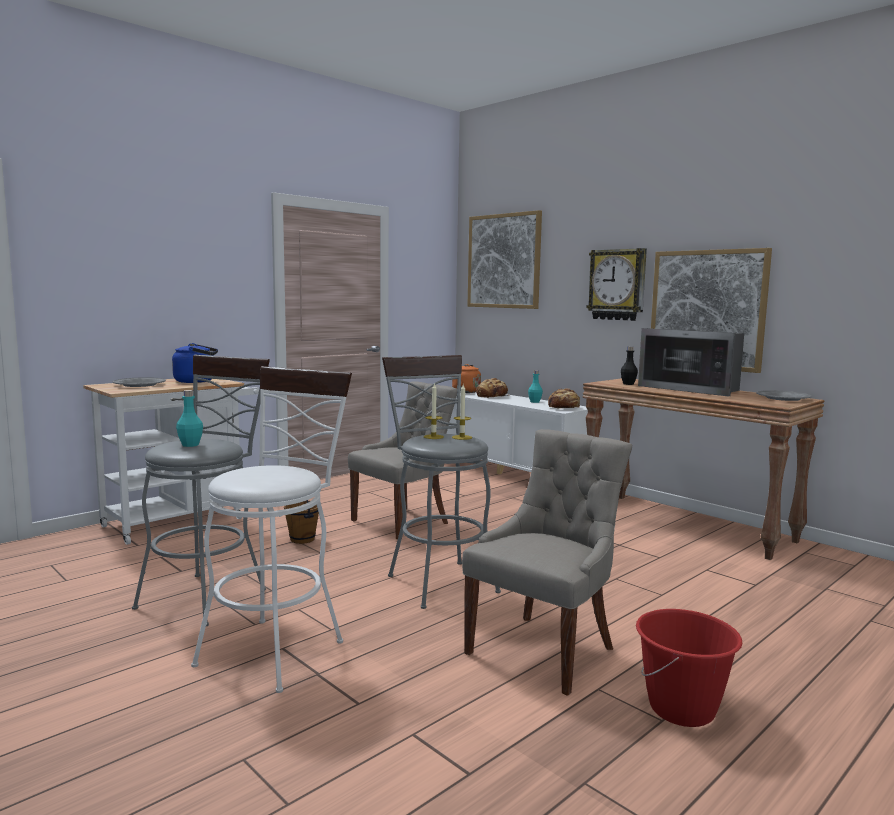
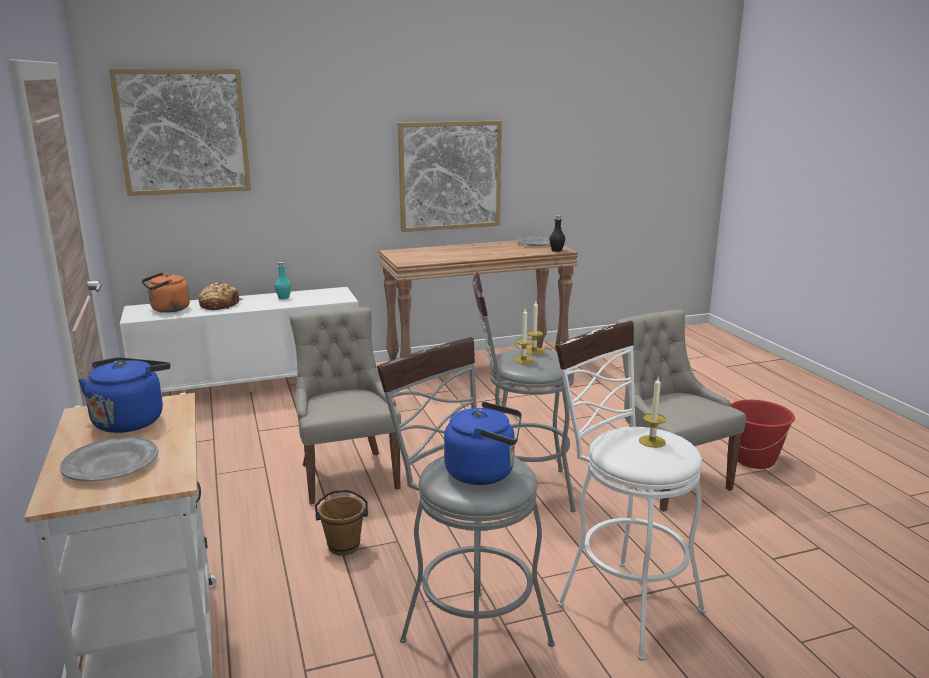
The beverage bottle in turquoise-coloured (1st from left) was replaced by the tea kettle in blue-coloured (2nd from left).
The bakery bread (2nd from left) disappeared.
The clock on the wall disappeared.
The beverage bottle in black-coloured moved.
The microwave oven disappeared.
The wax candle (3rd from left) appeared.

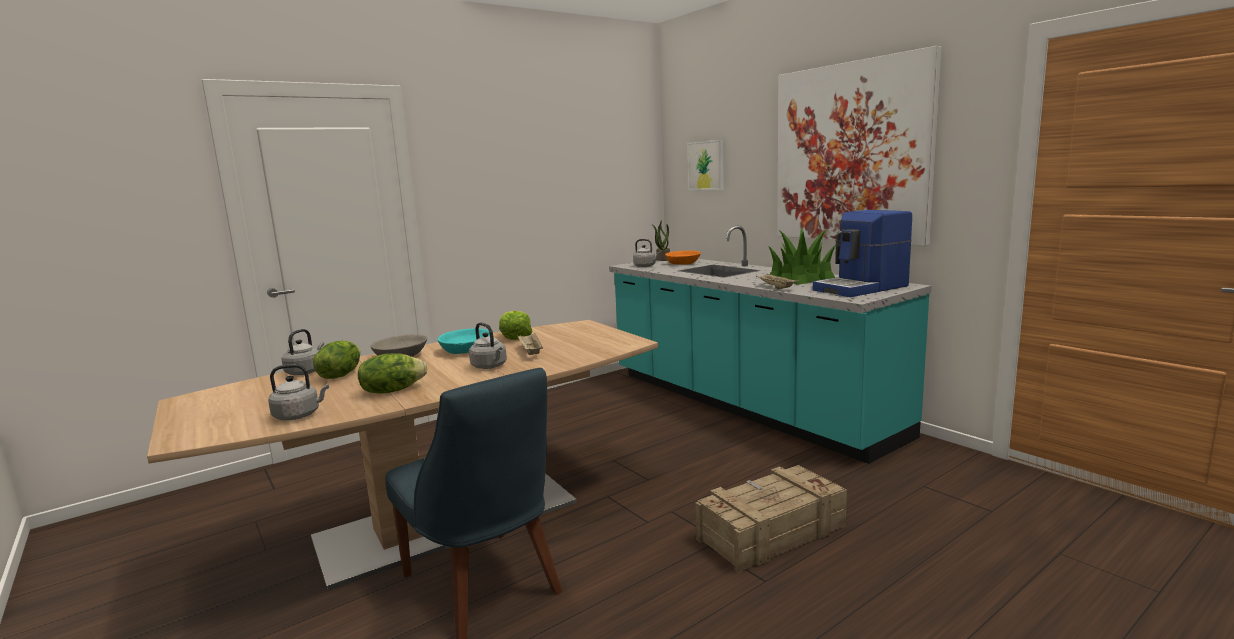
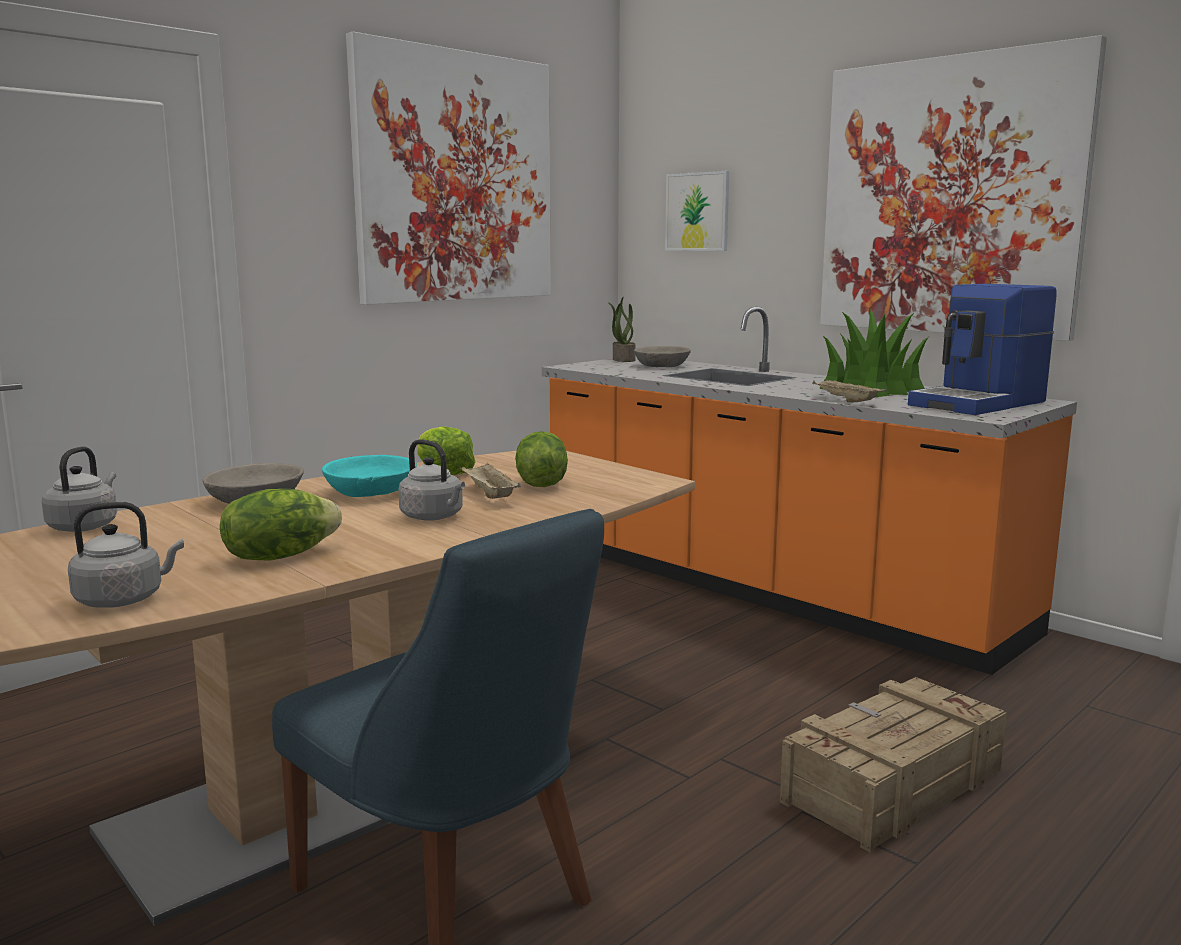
The head of lettuce (1st from left in the first image) moved.
The kitchen counter in turquoise-coloured became the kitchen counter in orange.
The tea kettle in grey (4th from left) disappeared.
The deep dish in orange became the deep dish in grey (2nd from left).
The picture (1st from left) appeared.

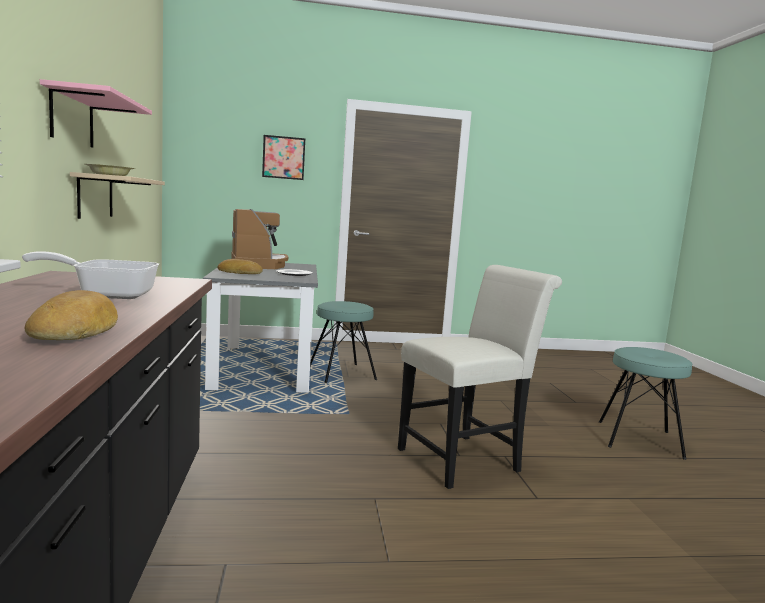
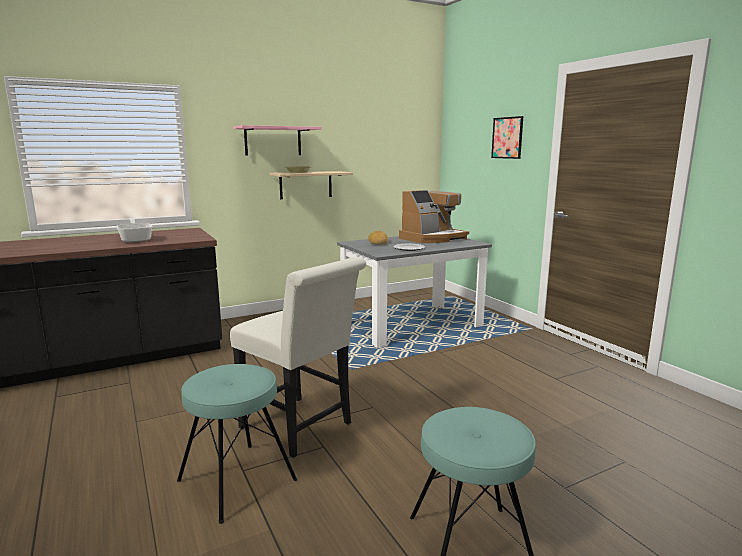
The bakery bread (1st from left) disappeared.
The stool in turquoise-coloured (1st from left) moved.

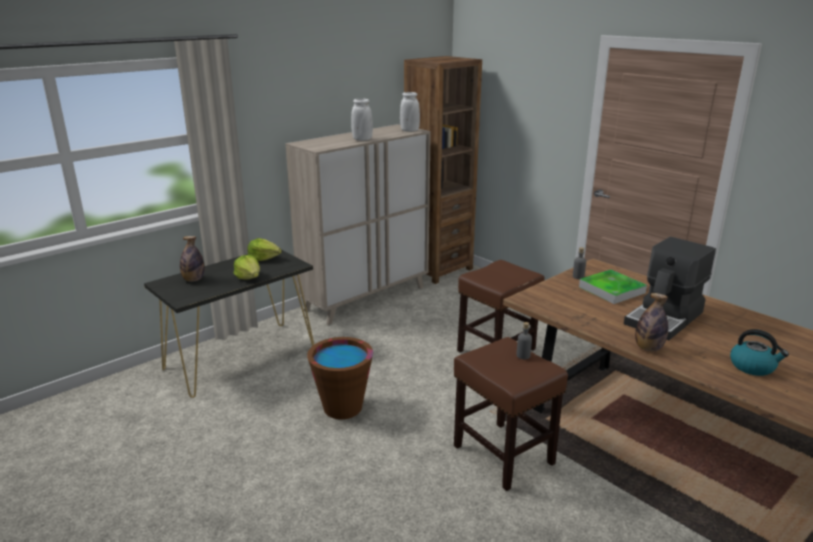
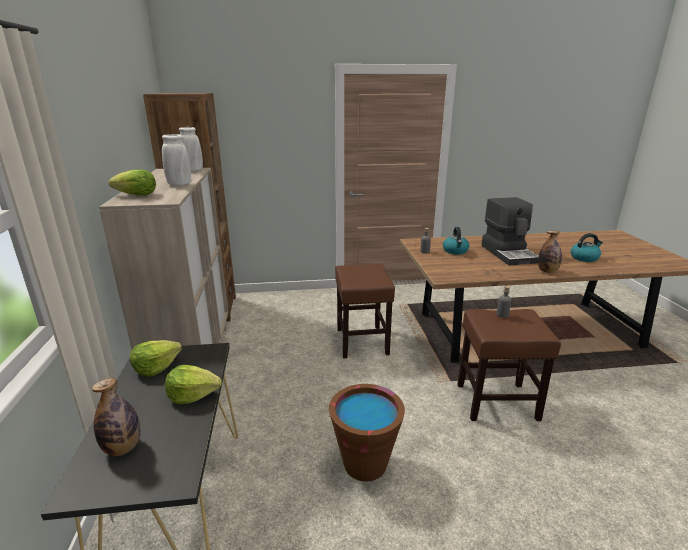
The serving tray was replaced by the tea kettle (1st from left).
The head of lettuce (1st from left) appeared.

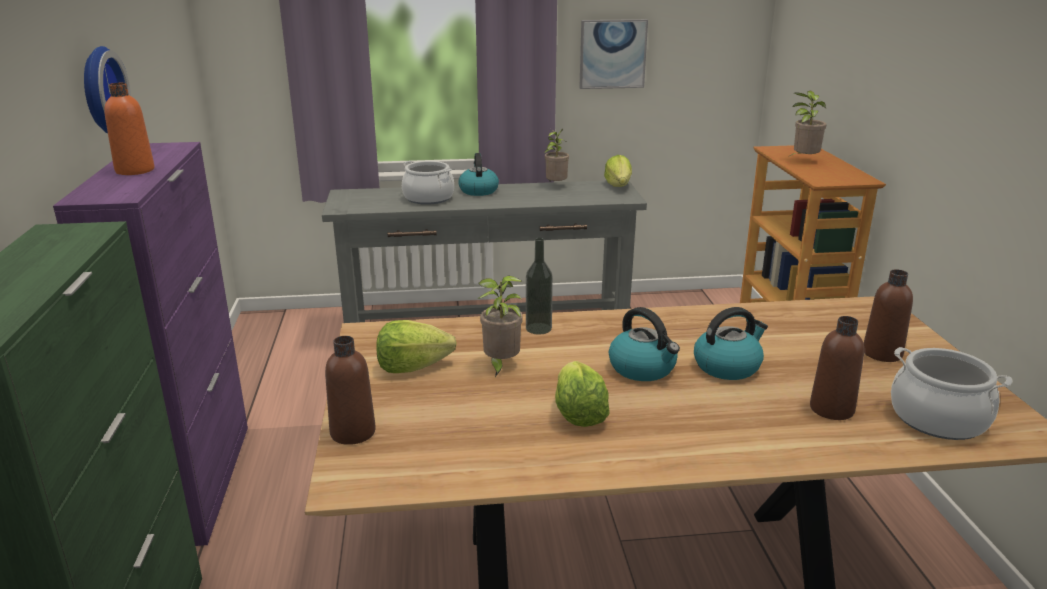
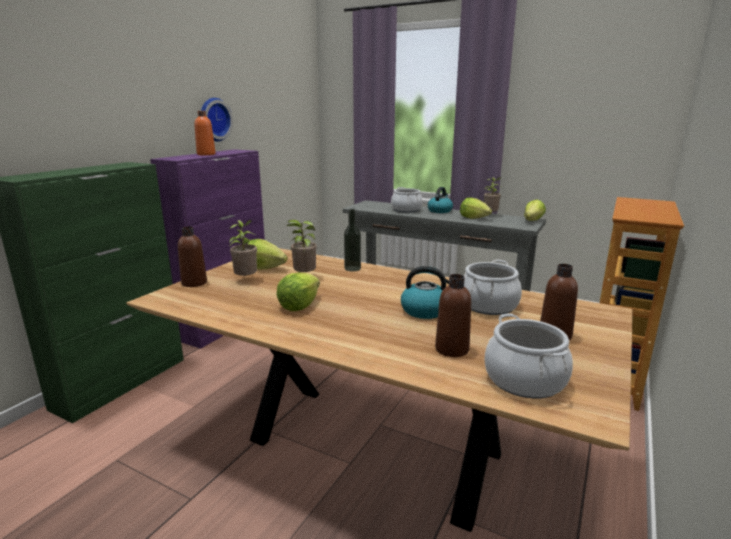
The picture disappeared.
The tea kettle (2nd from left) disappeared.
The houseplant (3rd from left in the first image) moved.
The head of lettuce (3rd from left) appeared.
The saucepot (2nd from left) appeared.

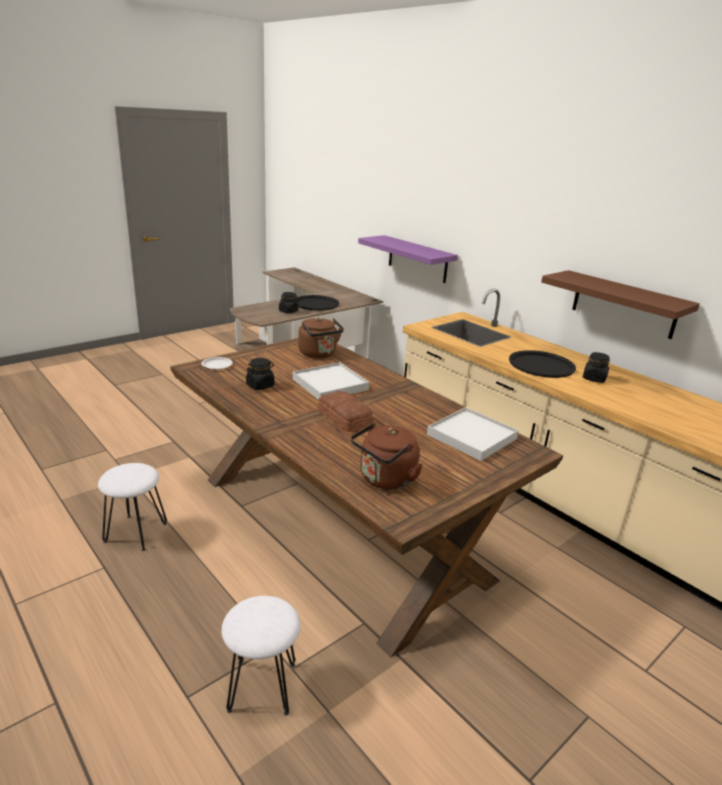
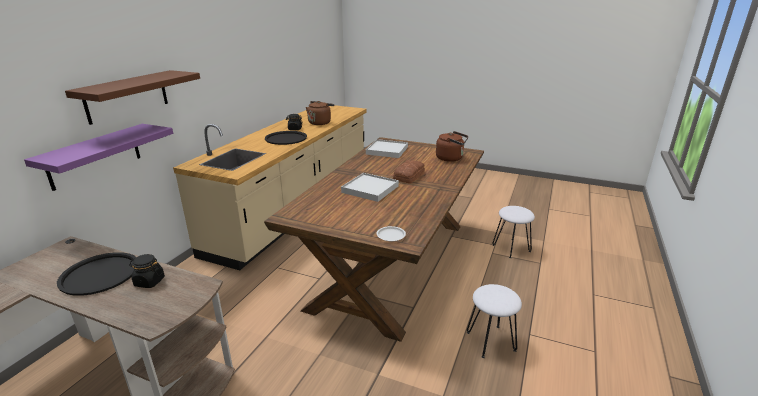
The preserve jar in black-coloured (1st from left) disappeared.
The tea kettle in brownish (1st from left) moved.
The bracket shelf in brownish moved.

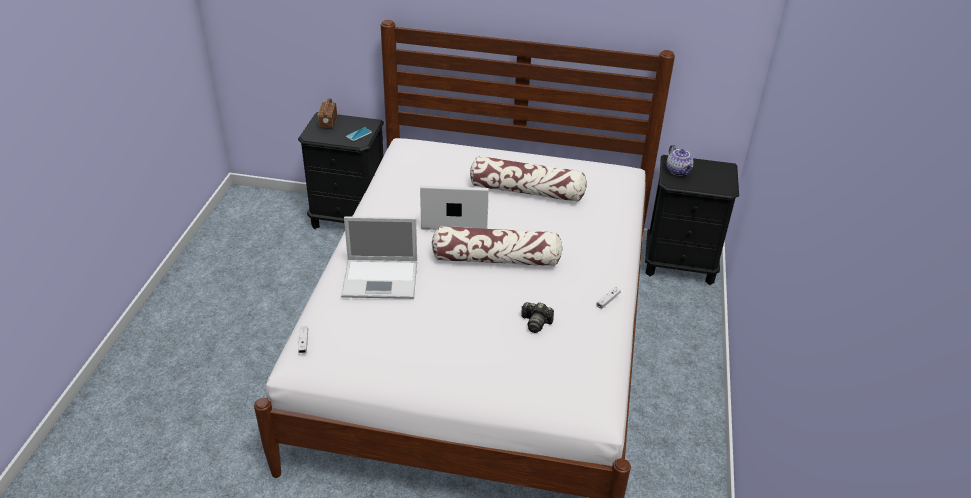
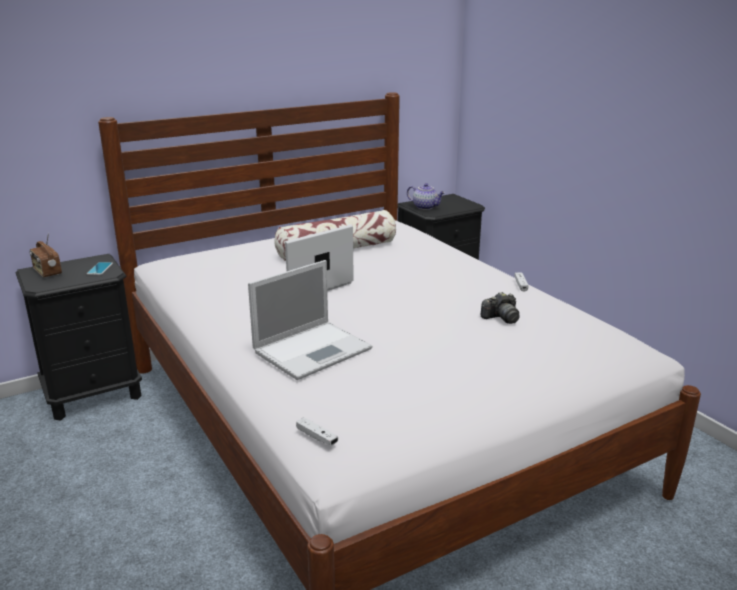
The pillow (1st from left) disappeared.

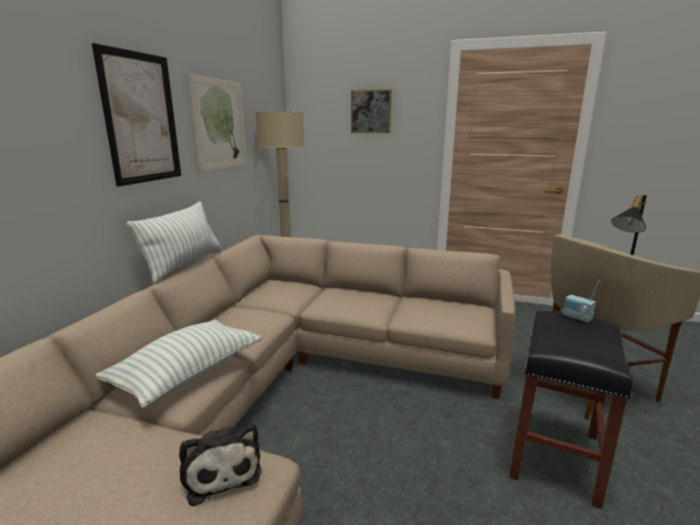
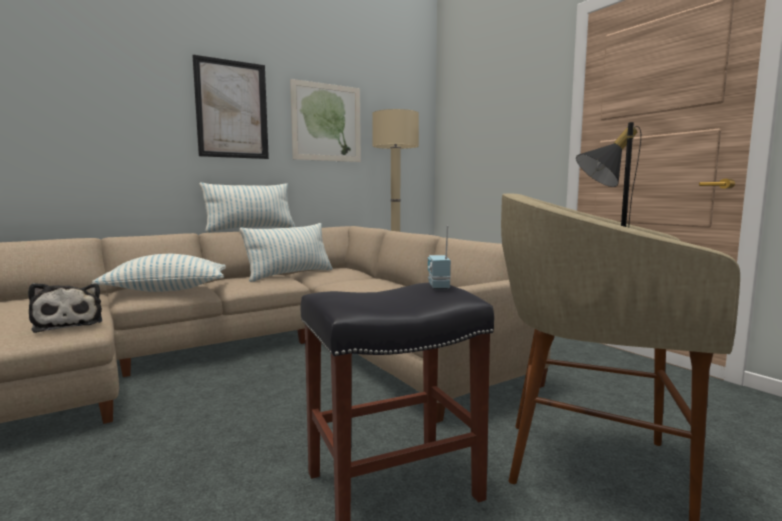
The soft toy turned 45 degrees counterclockwise.
The picture (3rd from left) disappeared.
The pillow (3rd from left) appeared.

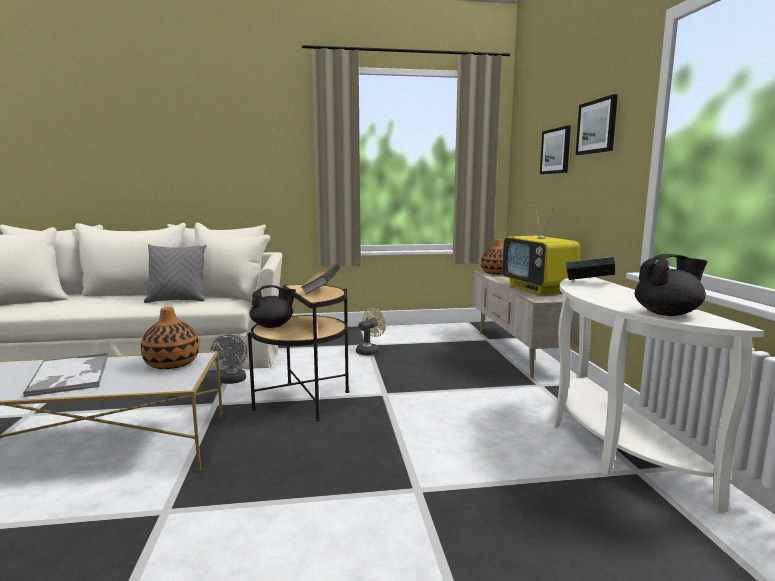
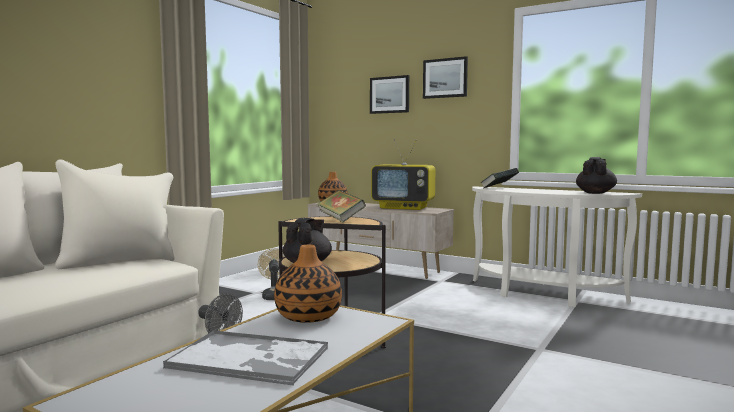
The pillow in grey disappeared.

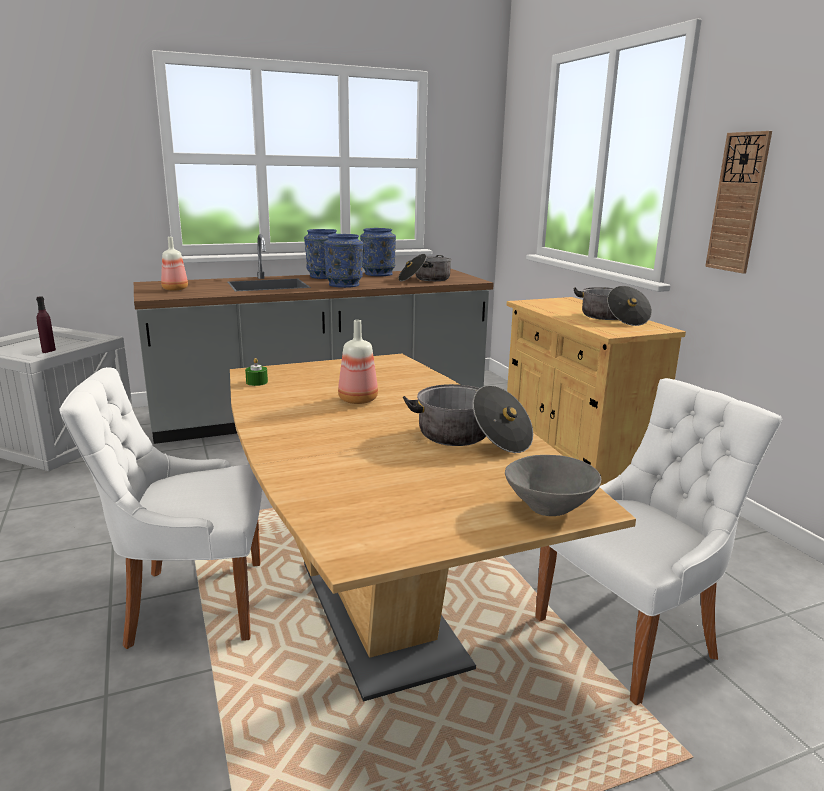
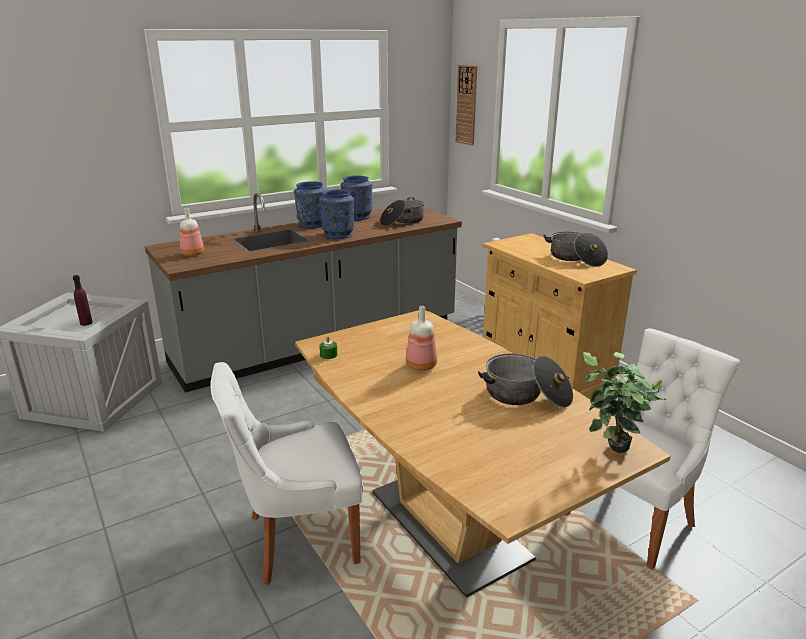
The deep dish in grey was replaced by the houseplant.
The clock on the wall moved.

